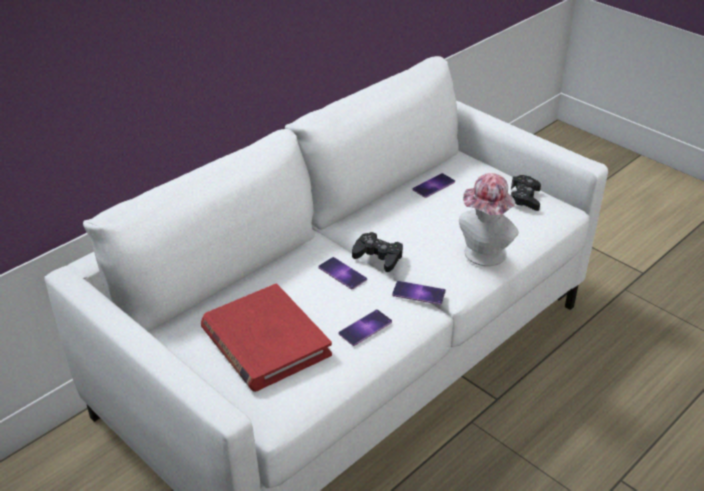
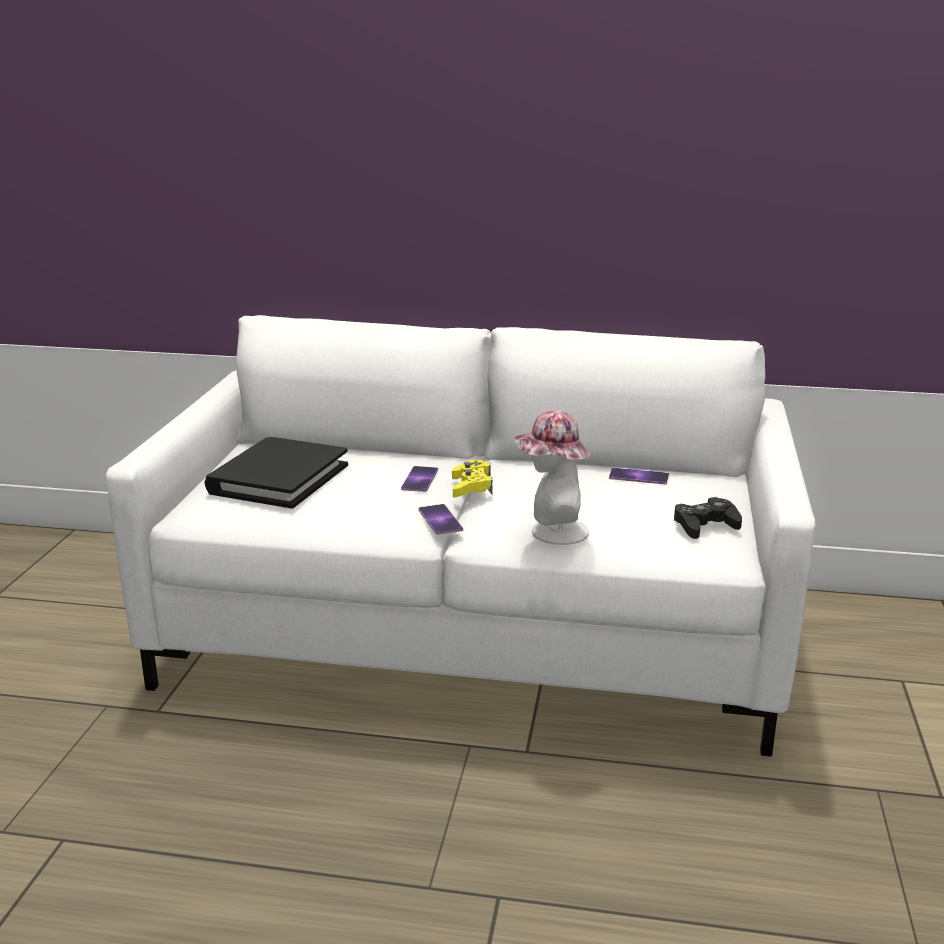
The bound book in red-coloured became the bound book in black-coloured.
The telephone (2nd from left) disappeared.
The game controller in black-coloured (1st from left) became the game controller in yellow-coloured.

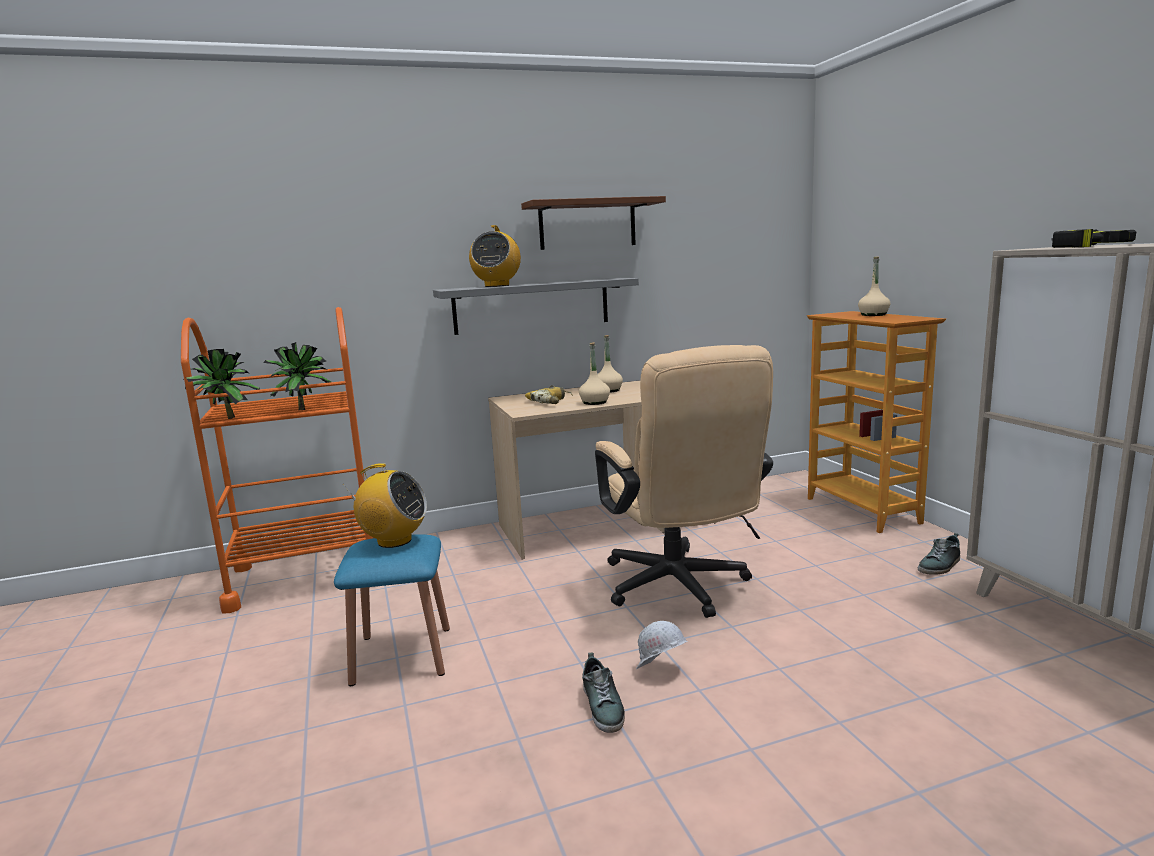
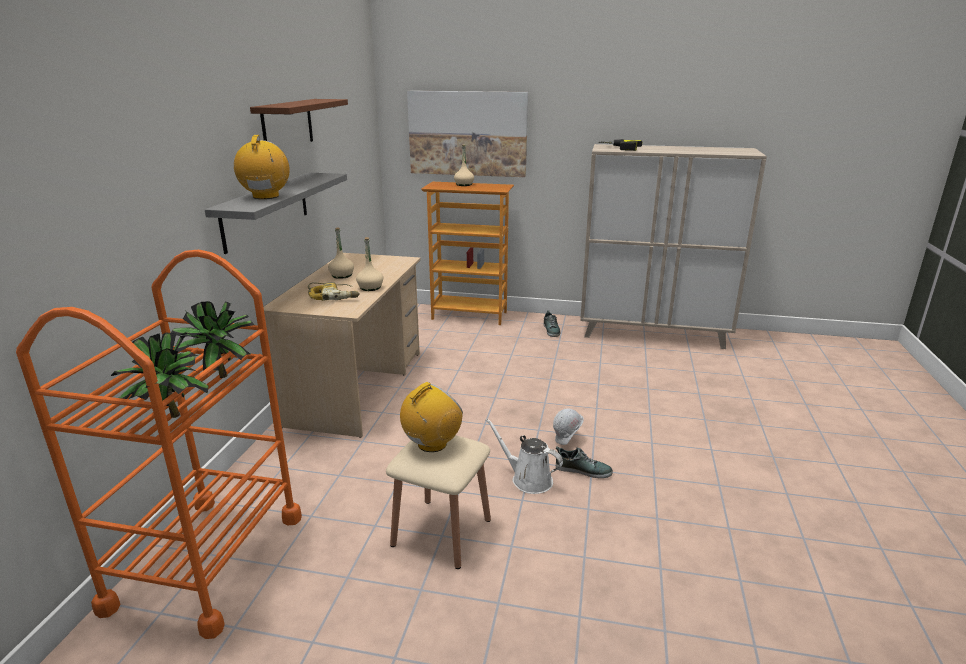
The stool in blue-coloured became the stool in beige.
The radio set (2nd from left in the first image) turned 135 degrees counterclockwise.
The computer chair in beige disappeared.
The picture appeared.
The watering pot in white-coloured appeared.

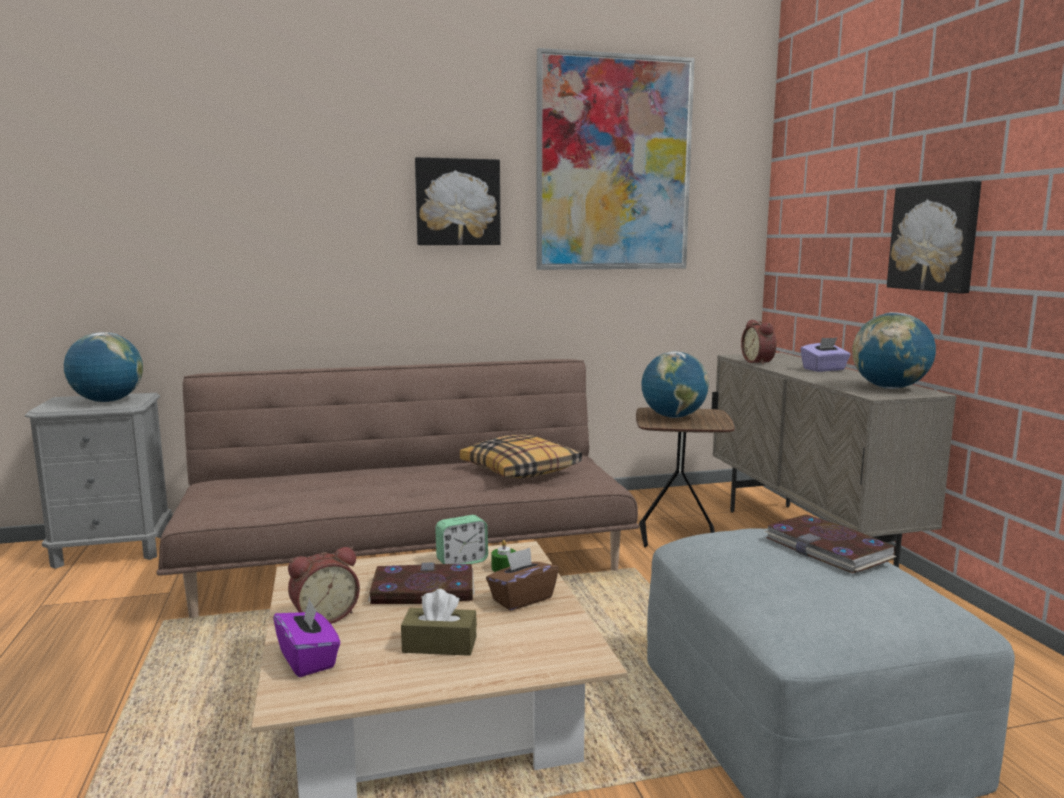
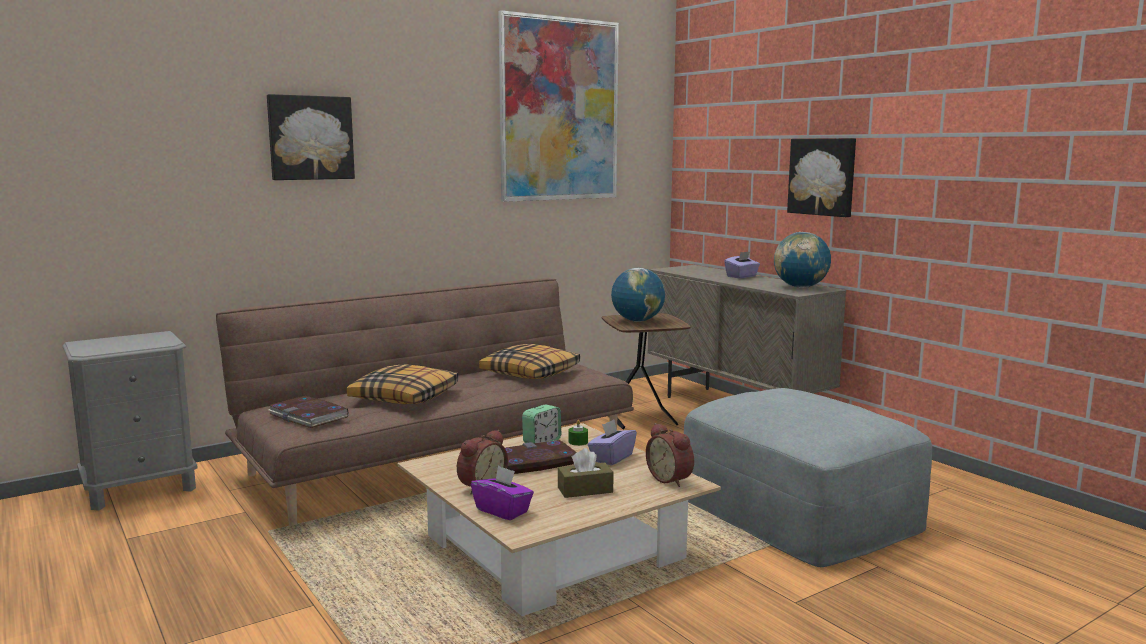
The world globe (1st from left) disappeared.
The picture (1st from left) moved.
The tissue box in brownish (2nd from left) became the tissue box in purple (2nd from left).
The table clock (3rd from left) moved.
The bound book (2nd from left in the first image) moved.
The pillow (1st from left) appeared.

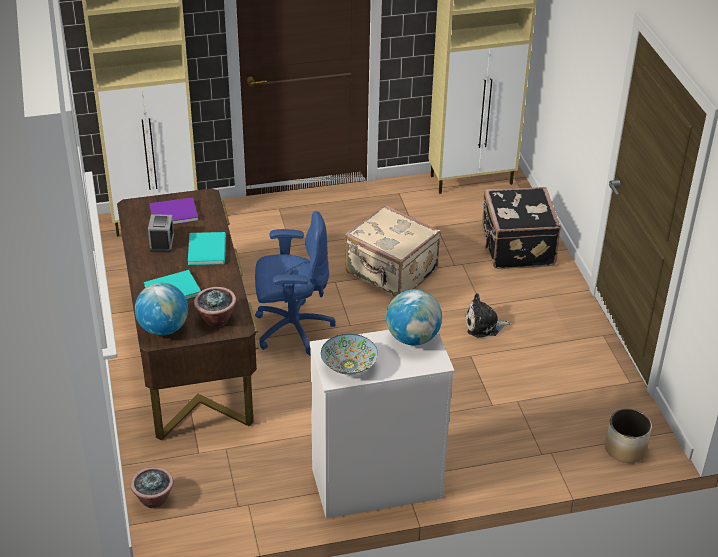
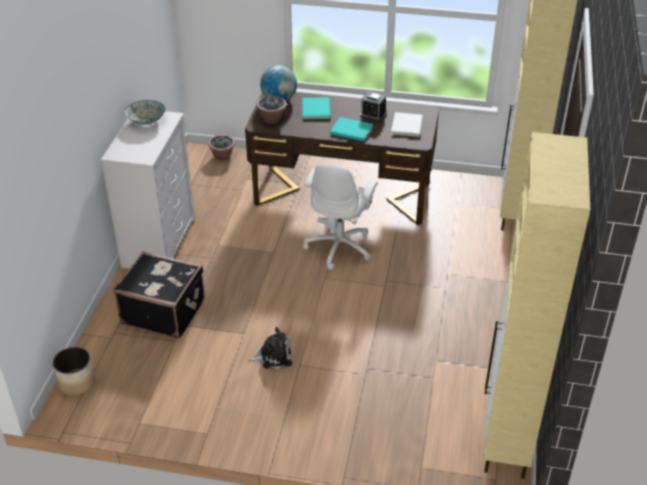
The bound book in purple became the bound book in white-coloured.
The computer chair in blue-coloured became the computer chair in white-coloured.
The suitcase in beige disappeared.
The world globe (2nd from left) disappeared.
The soft toy turned 60 degrees clockwise.
The suitcase in black-coloured moved.

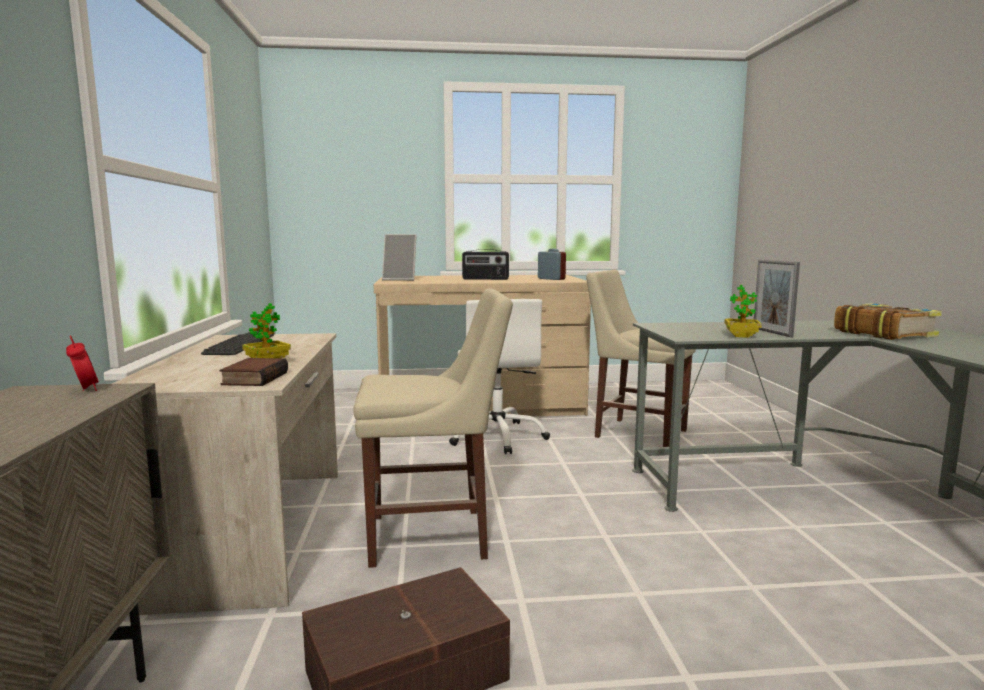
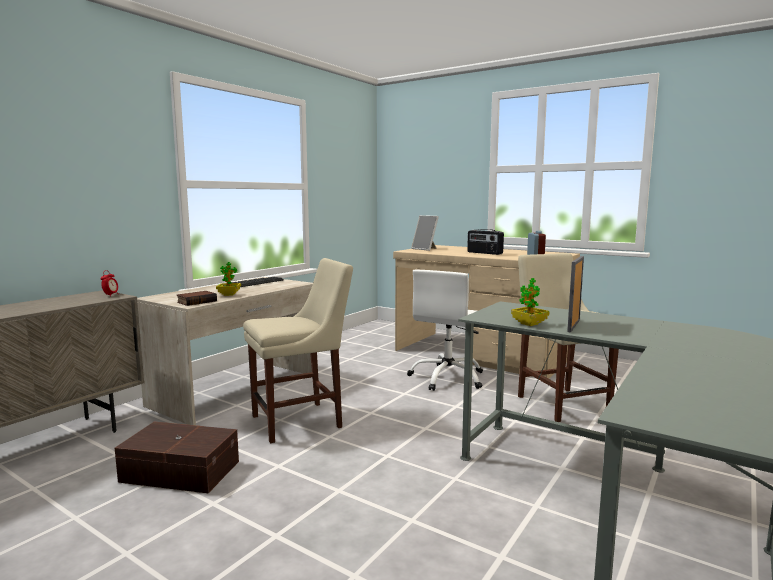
The upright chair in beige (1st from left) turned 60 degrees counterclockwise.
The bound book (2nd from left) disappeared.

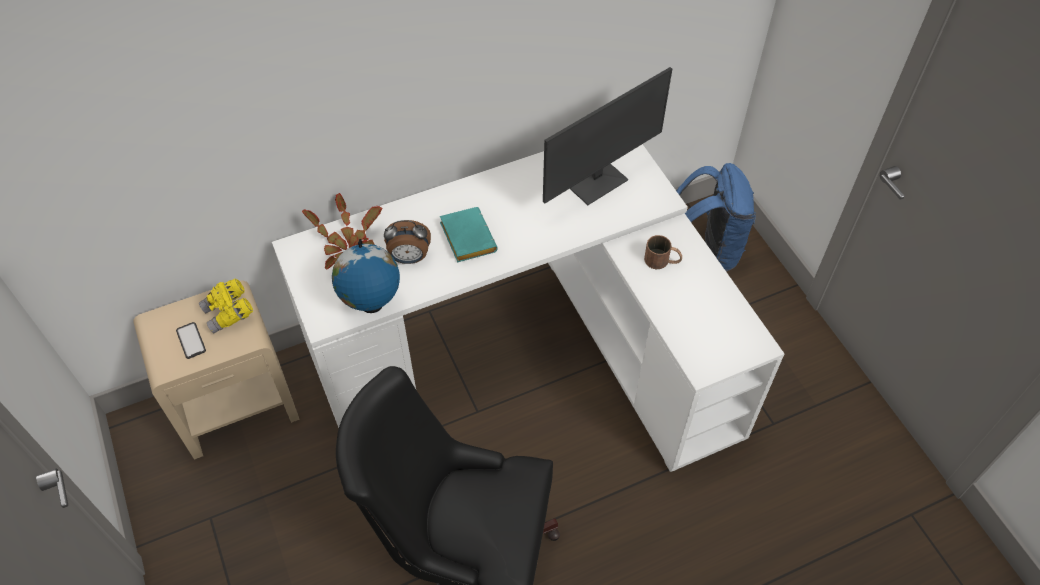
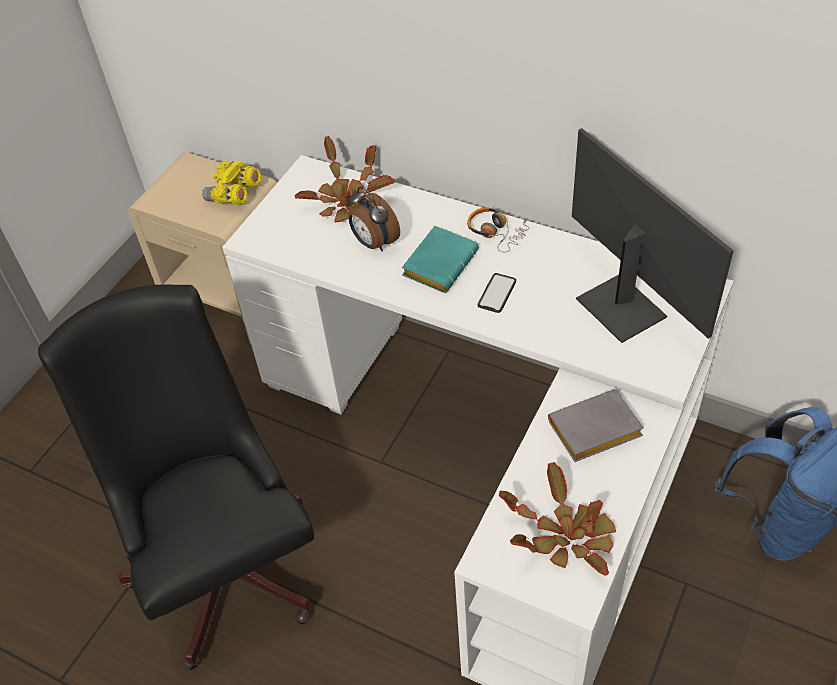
The telephone moved.
The world globe disappeared.
The monitor turned 135 degrees counterclockwise.
The tea mug in brownish was replaced by the bound book in grey.
The headphones appeared.
The houseplant (2nd from left) appeared.

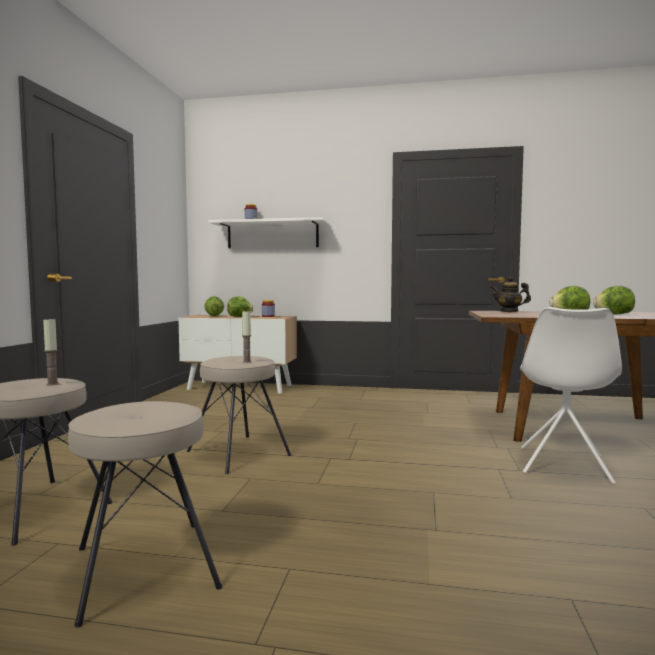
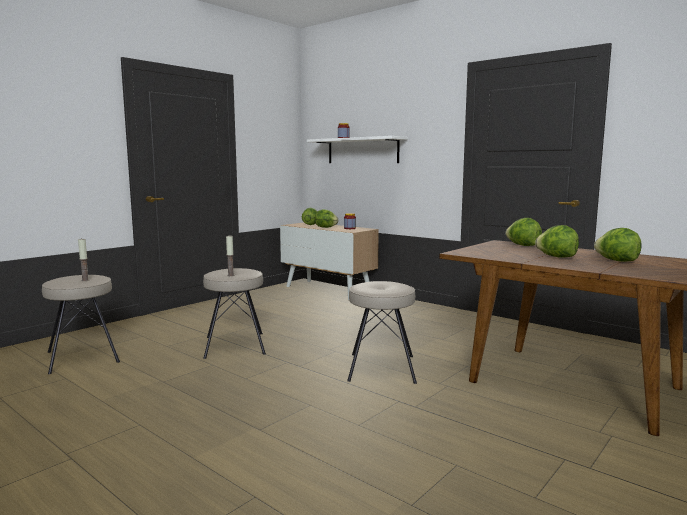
The stool in beige (2nd from left in the first image) moved.
The teapot was replaced by the head of lettuce (3rd from left).
The upright chair in white-coloured disappeared.

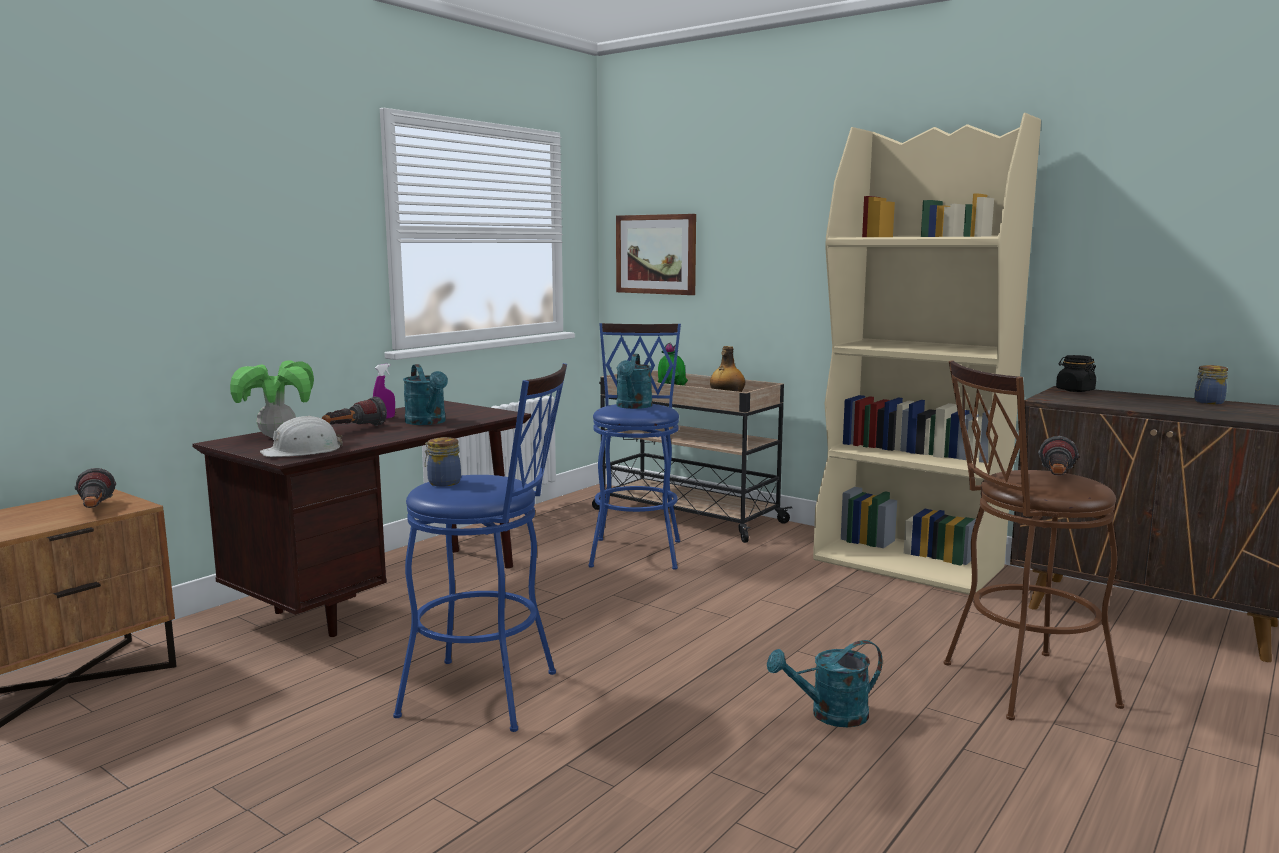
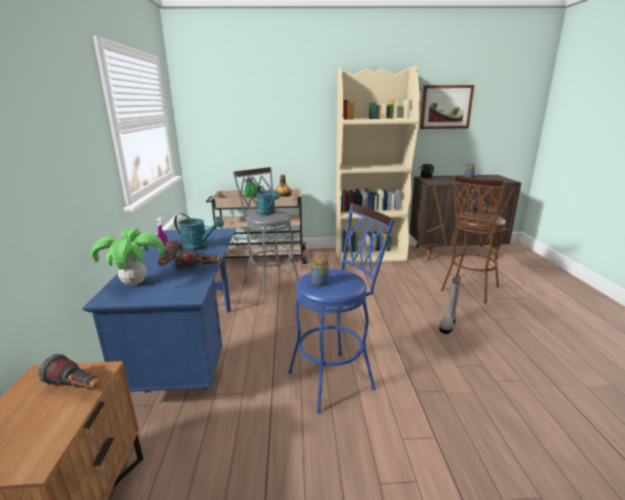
The desk in brownish became the desk in blue-coloured.
The hard hat in white-coloured disappeared.
The stool in blue-coloured (2nd from left) became the stool in grey.
The picture moved.
The watering pot in turquoise-coloured (3rd from left) was replaced by the boot in grey.
The hand torch (3rd from left) appeared.

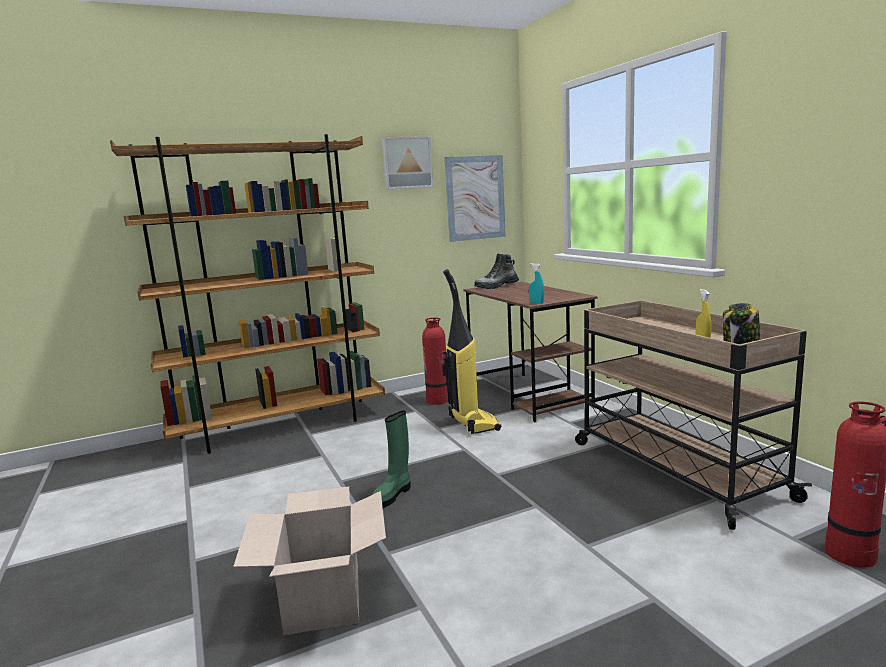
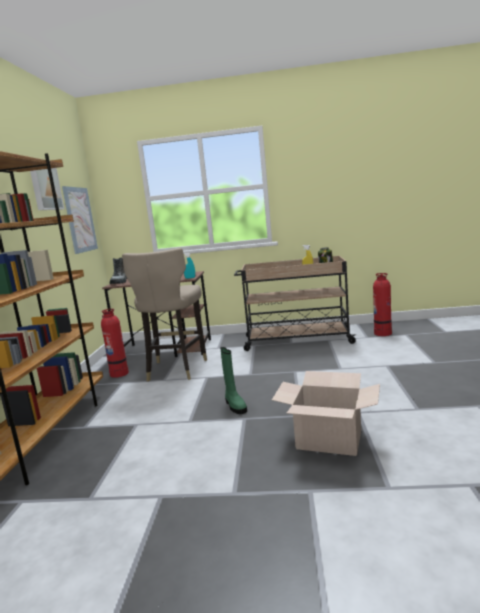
The vacuum cleaner was replaced by the stool in beige.

